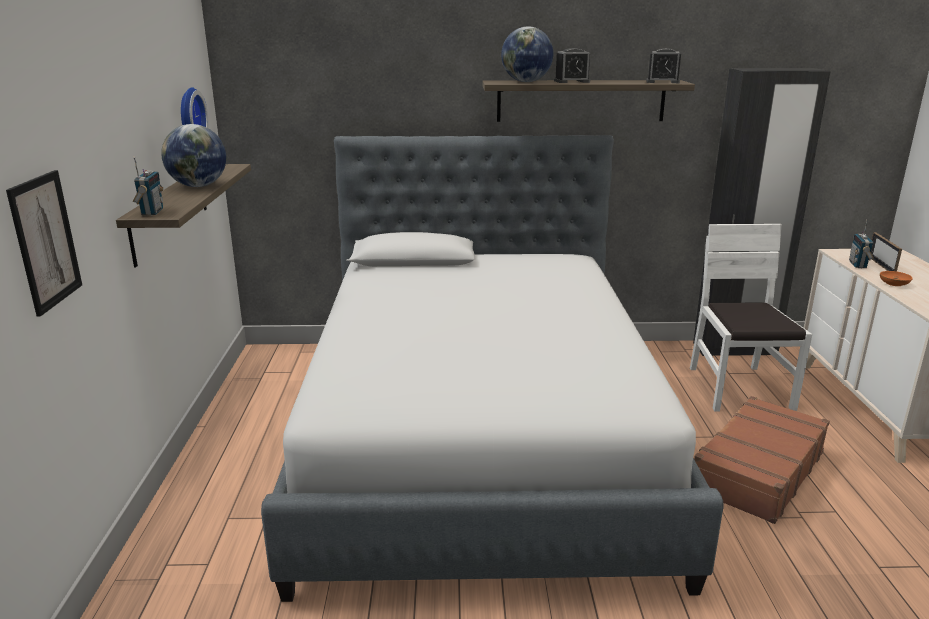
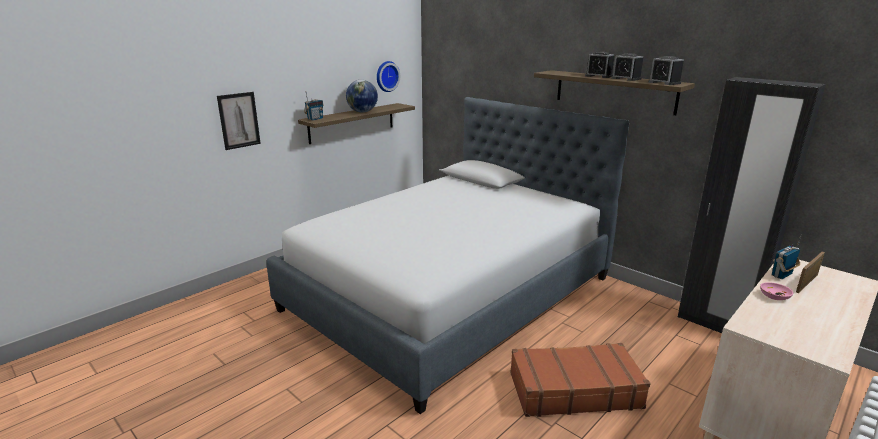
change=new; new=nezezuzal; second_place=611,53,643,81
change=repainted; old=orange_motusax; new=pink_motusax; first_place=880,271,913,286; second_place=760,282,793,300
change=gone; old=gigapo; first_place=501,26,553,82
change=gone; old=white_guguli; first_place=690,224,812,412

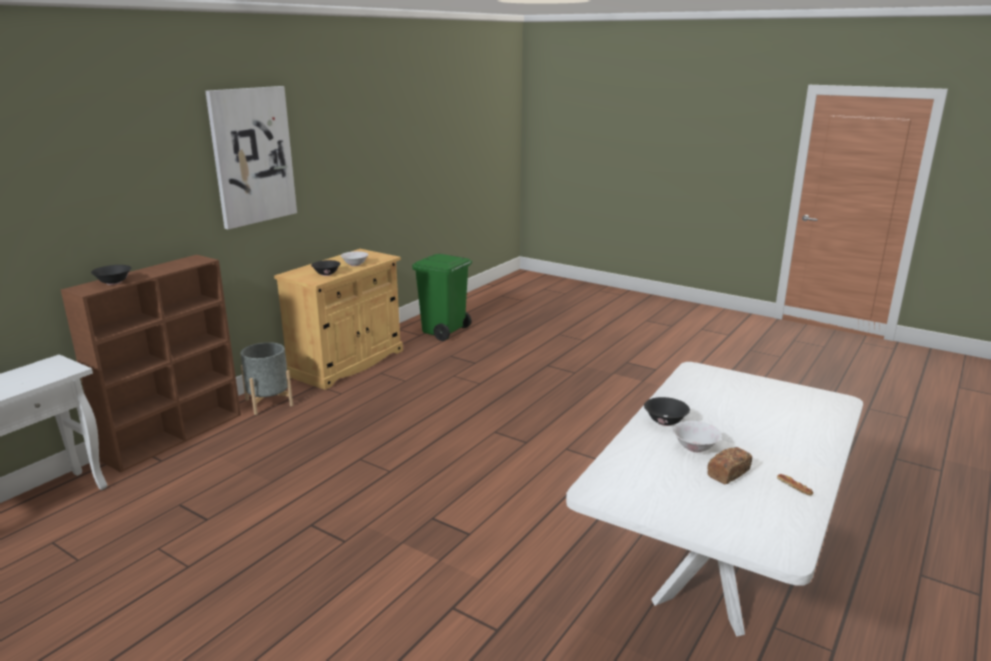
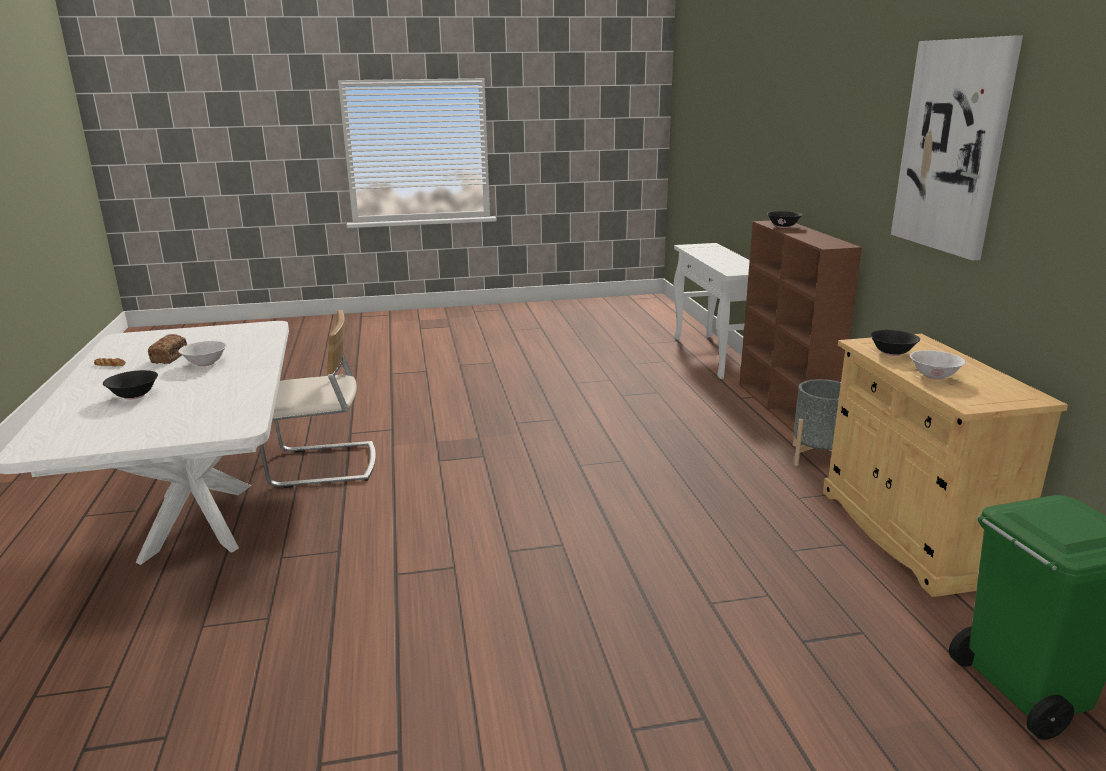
change=shifted; old=black_motusax; first_place=644,397,690,426; second_place=103,370,158,400
change=new; new=beige_guguli; second_place=259,310,376,488

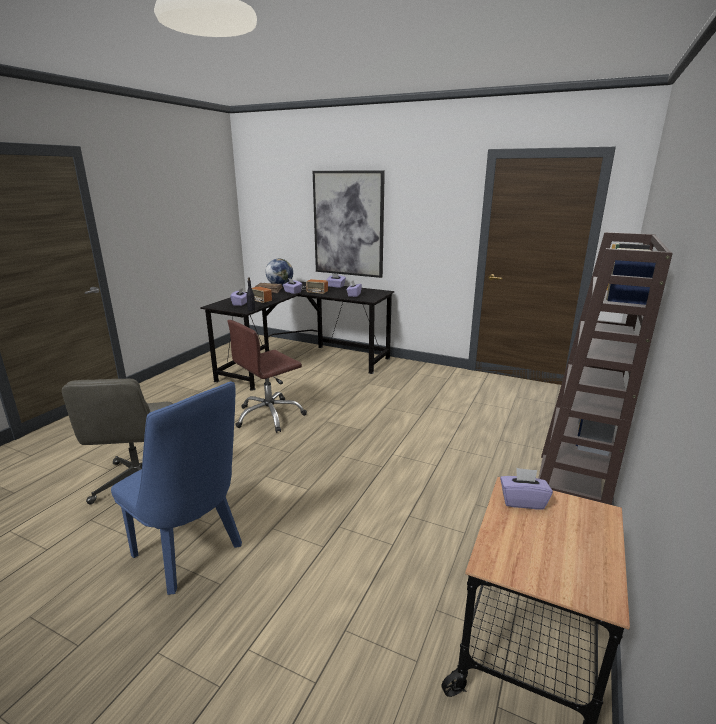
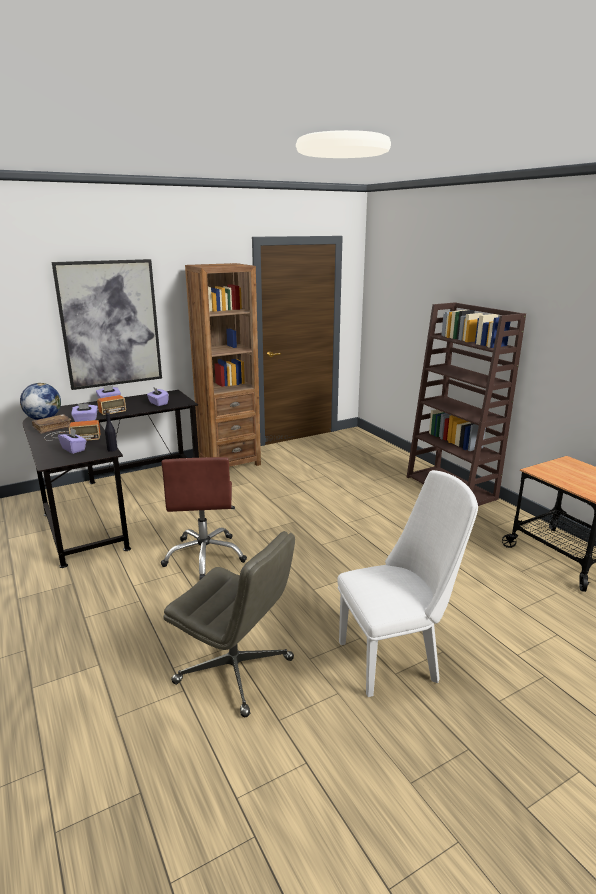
change=new; new=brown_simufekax; second_place=185,263,261,467
change=repainted; old=blue_guguli; new=white_guguli; first_place=111,382,242,595; second_place=337,470,478,697
change=gone; old=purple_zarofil; first_place=500,468,553,510

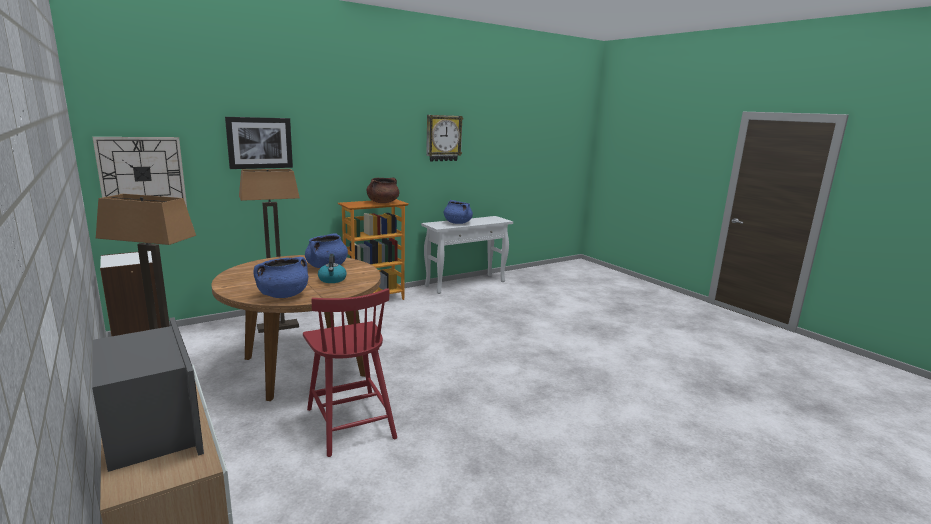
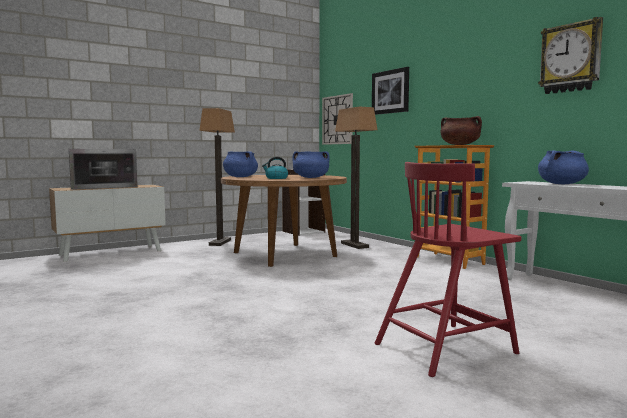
change=shifted; old=red_guguli; first_place=303,288,397,457; second_place=375,162,521,377

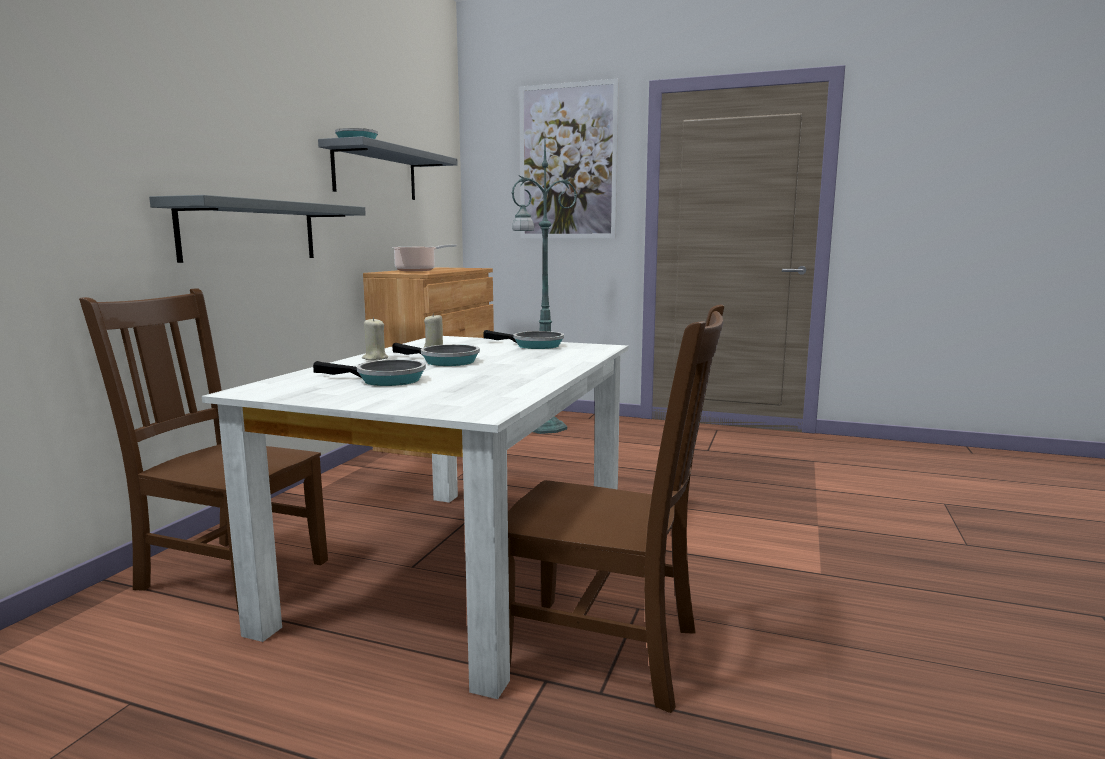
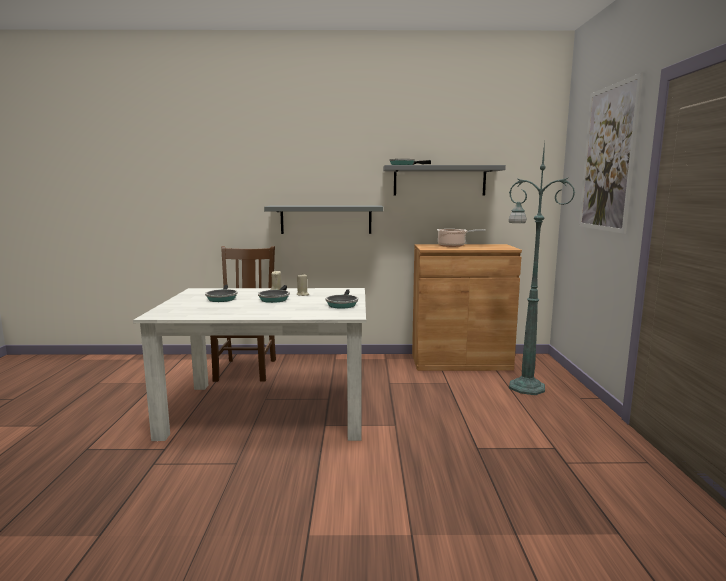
change=gone; old=brown_guguli; first_place=508,304,724,713

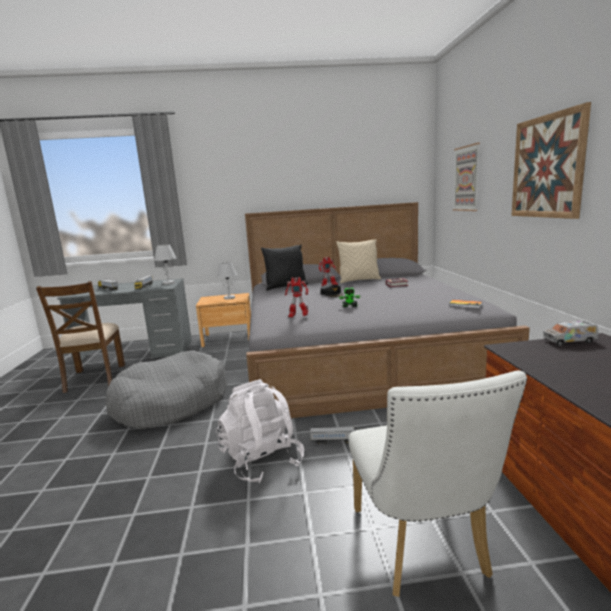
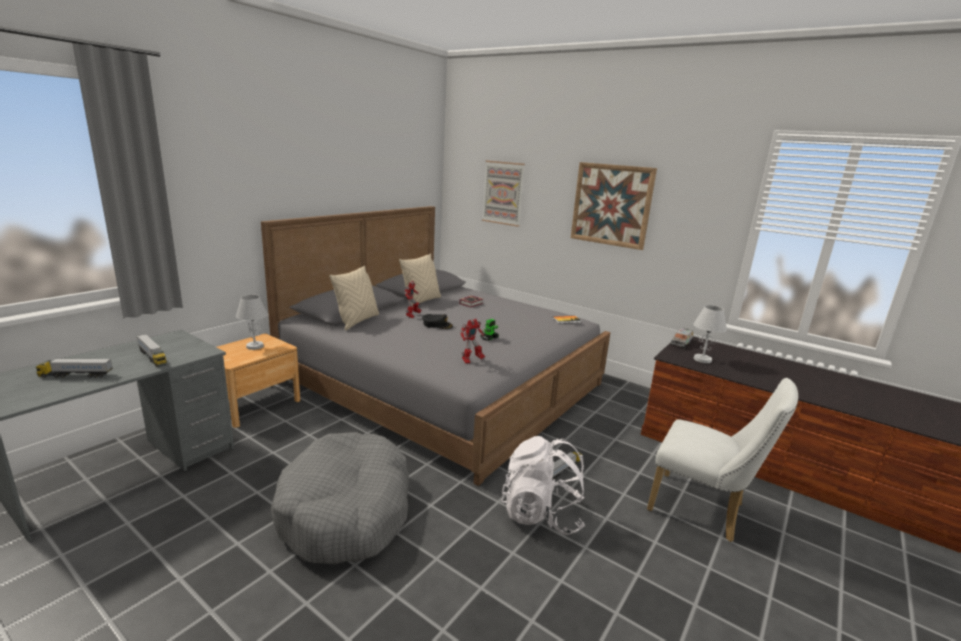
change=repainted; old=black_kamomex; new=beige_kamomex; first_place=261,245,308,290; second_place=329,266,379,330
change=shifted; old=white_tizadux; first_place=154,245,176,285; second_place=693,305,727,363
change=gone; old=brown_guguli; first_place=36,281,125,393

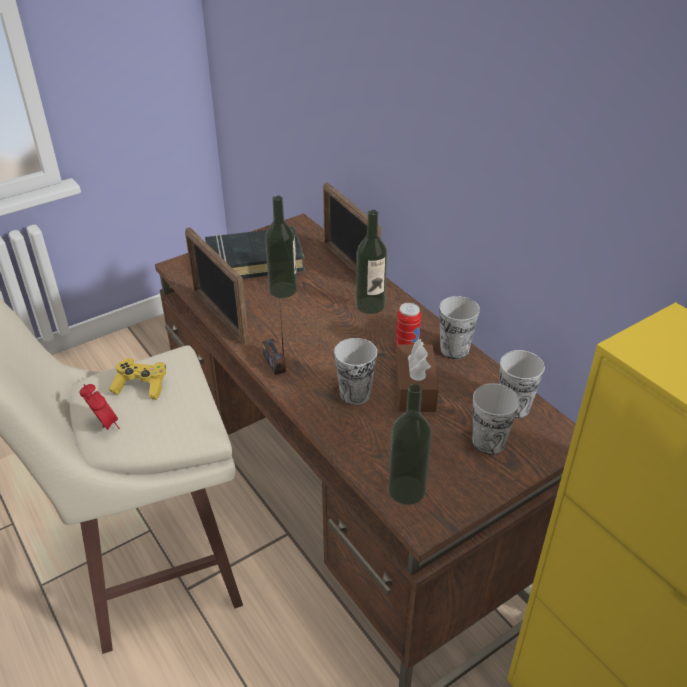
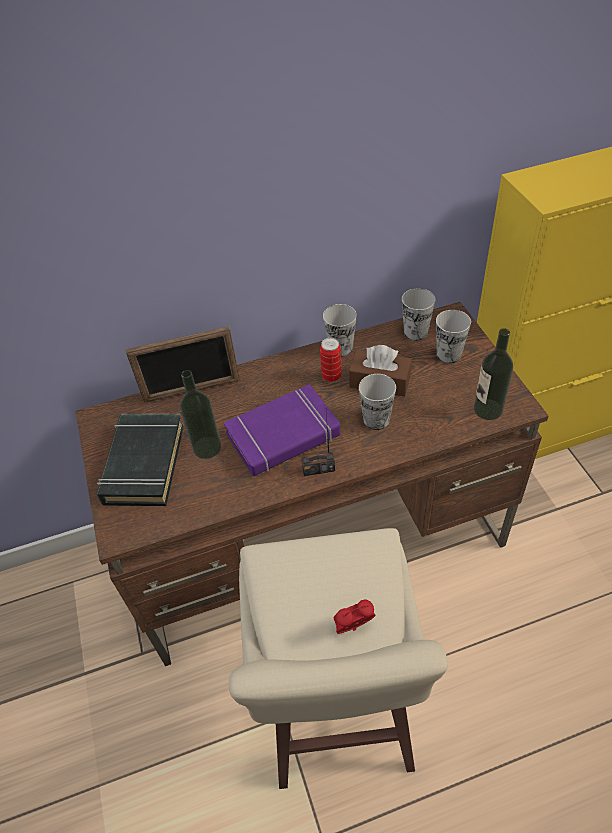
change=new; new=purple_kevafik; second_place=224,384,340,476
change=gone; old=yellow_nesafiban; first_place=109,358,166,400
change=gone; old=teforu; first_place=185,227,249,345
change=gone; old=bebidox; first_place=356,210,387,314

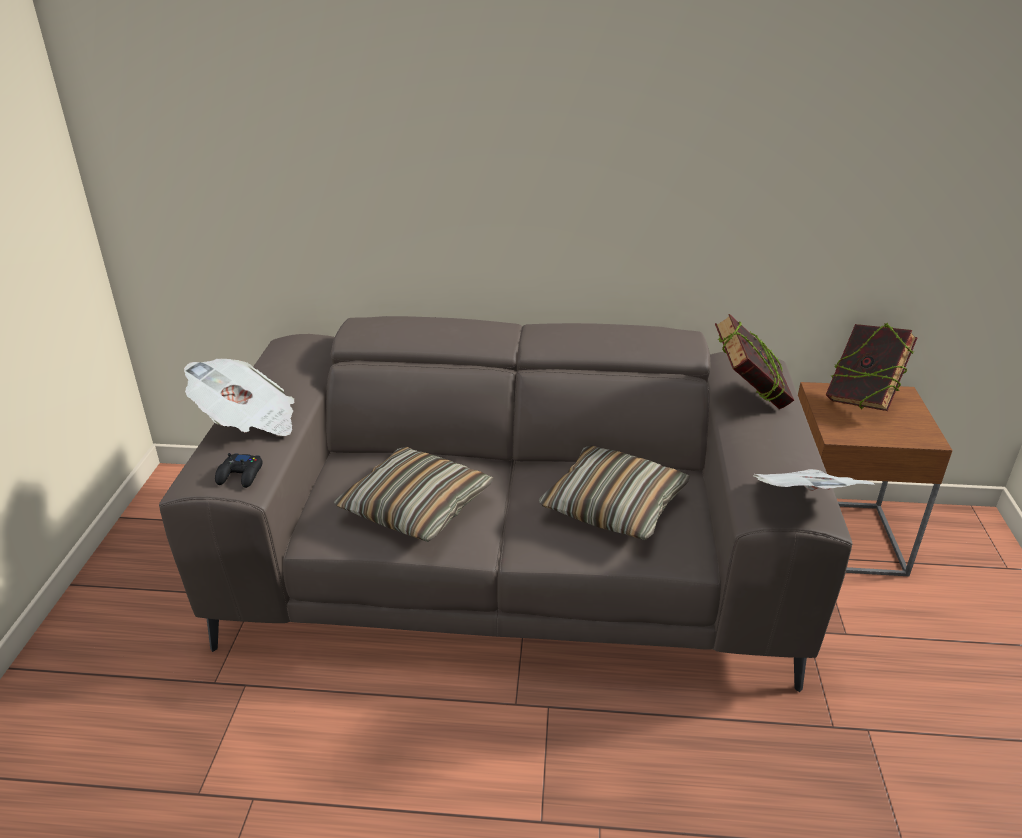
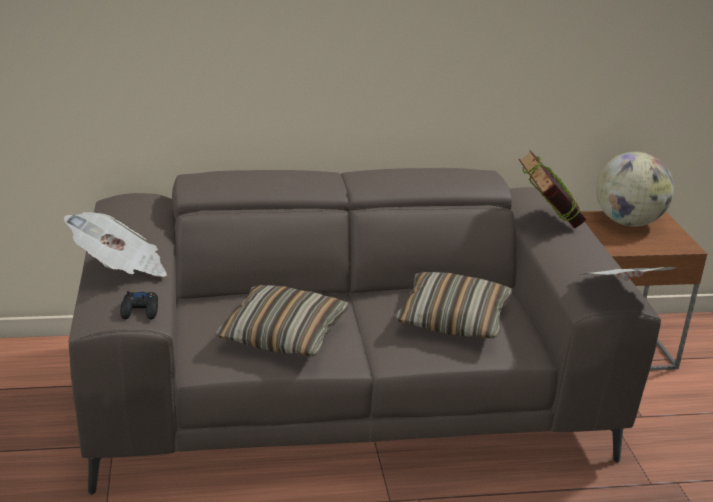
change=swapped; old=kevafik; new=gigapo; first_place=826,323,918,411; second_place=596,152,674,227

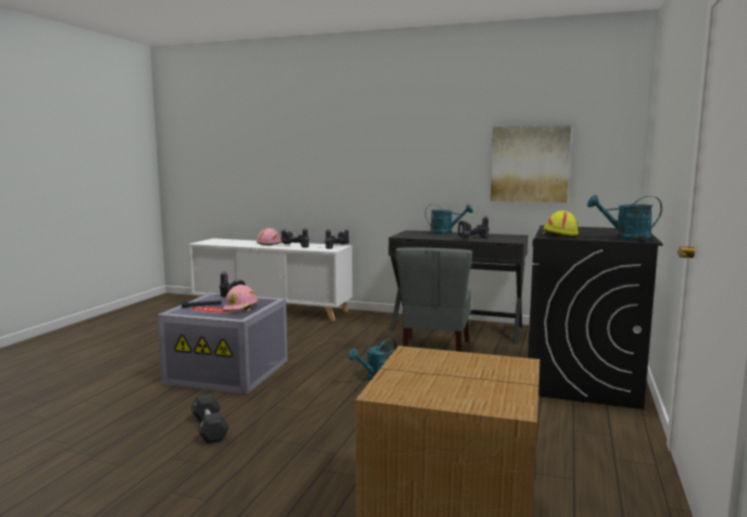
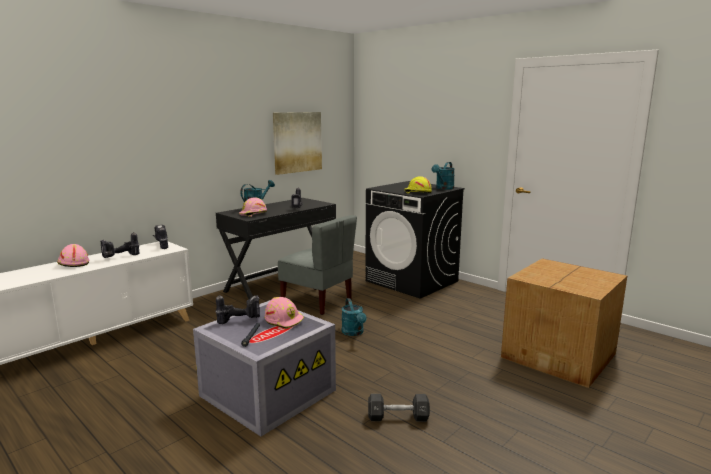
change=new; new=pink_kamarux; second_place=238,197,267,217

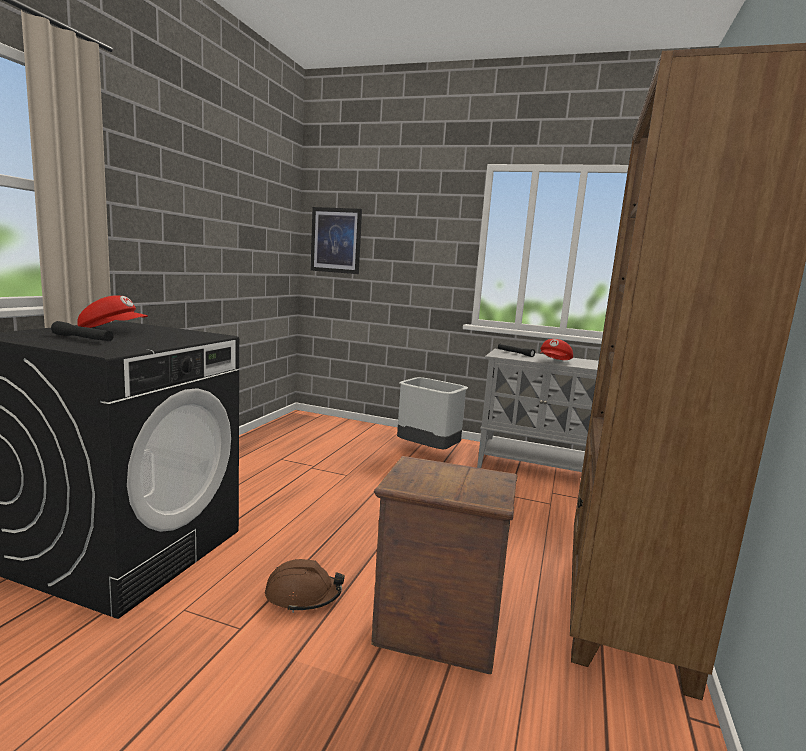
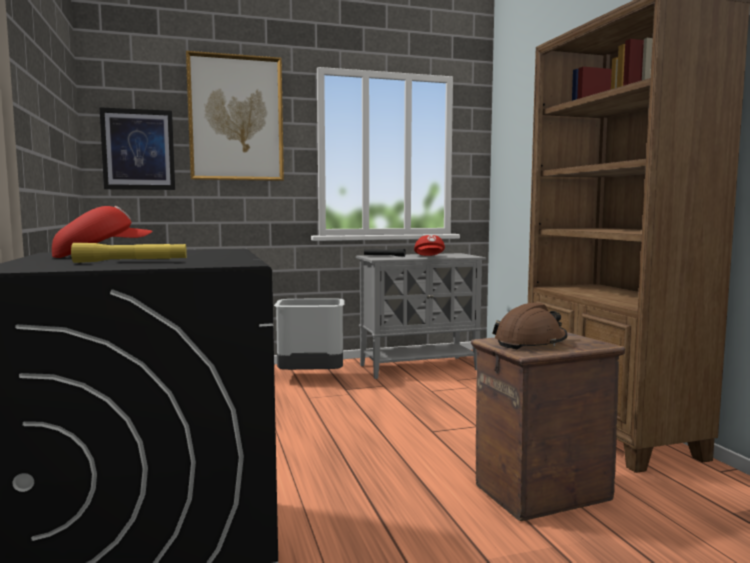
change=repainted; old=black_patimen; new=yellow_patimen; first_place=51,321,114,341; second_place=71,243,187,263
change=new; new=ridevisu; second_place=186,51,284,181
change=shifted; old=brown_kamarux; first_place=265,559,345,613; second_place=492,302,567,349

